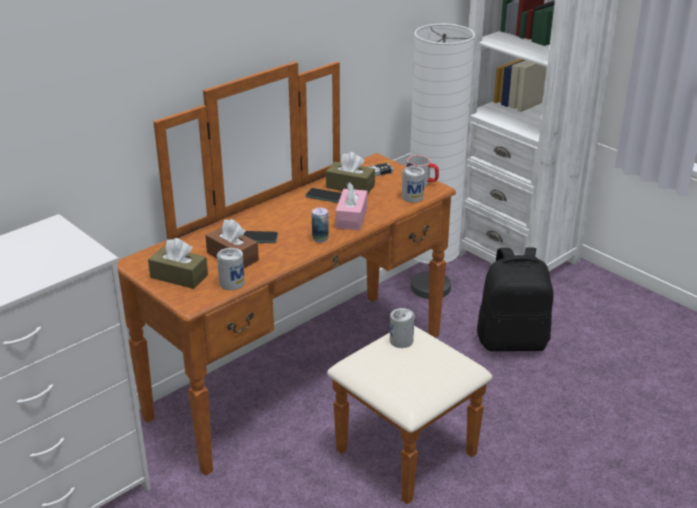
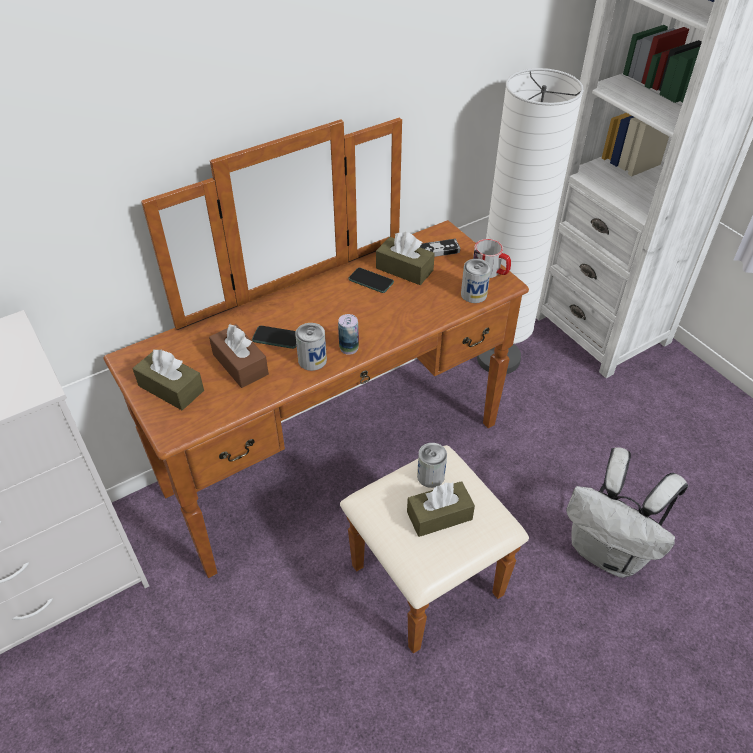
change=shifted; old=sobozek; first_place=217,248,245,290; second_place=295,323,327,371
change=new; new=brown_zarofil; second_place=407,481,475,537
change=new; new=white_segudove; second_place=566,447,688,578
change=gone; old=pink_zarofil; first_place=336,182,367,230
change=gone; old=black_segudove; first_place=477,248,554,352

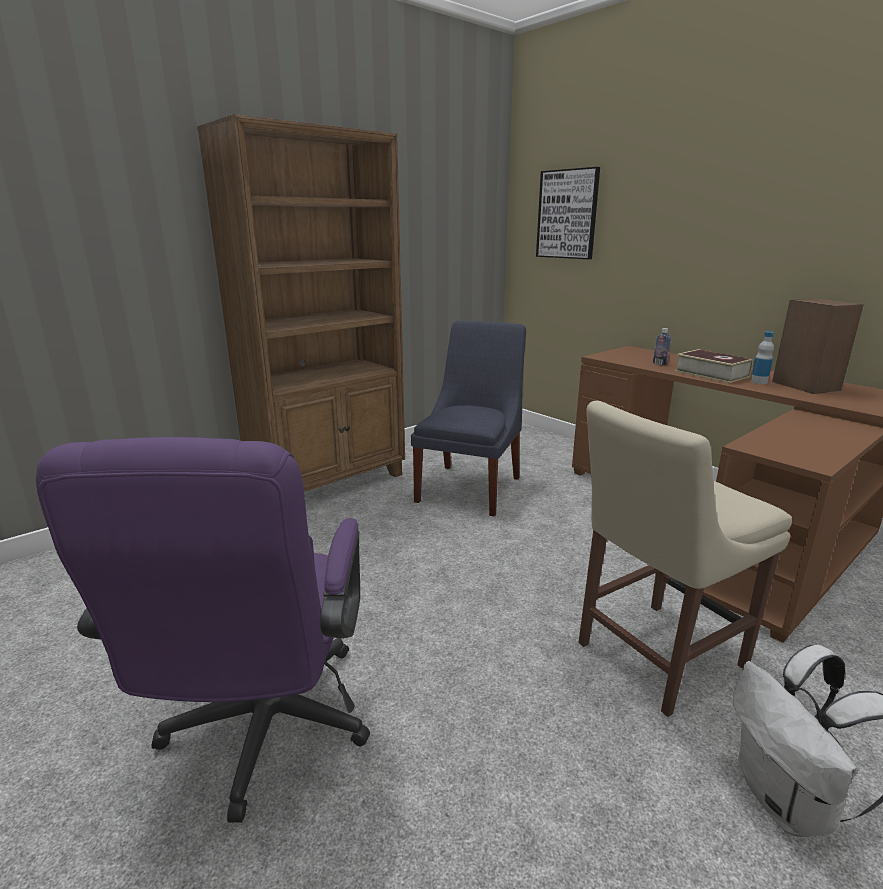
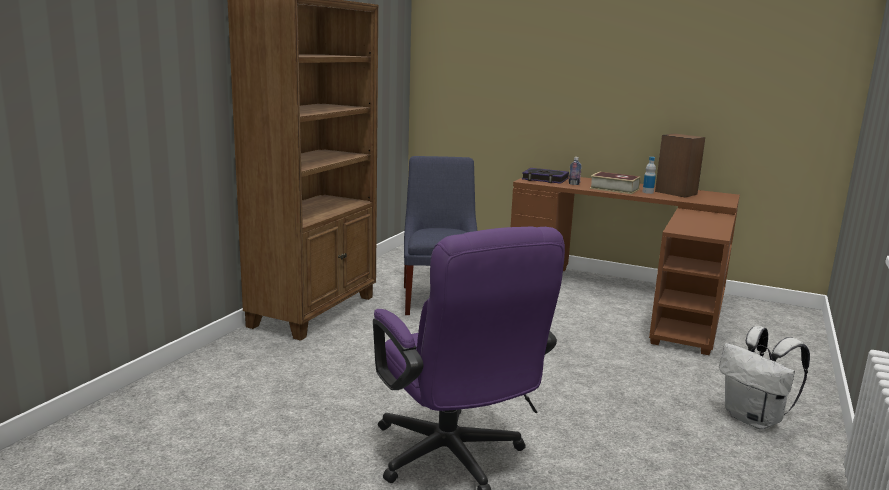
change=new; new=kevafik; second_place=522,168,569,184
change=gone; old=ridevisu; first_place=536,167,600,259
change=gone; old=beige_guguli; first_place=578,401,792,717

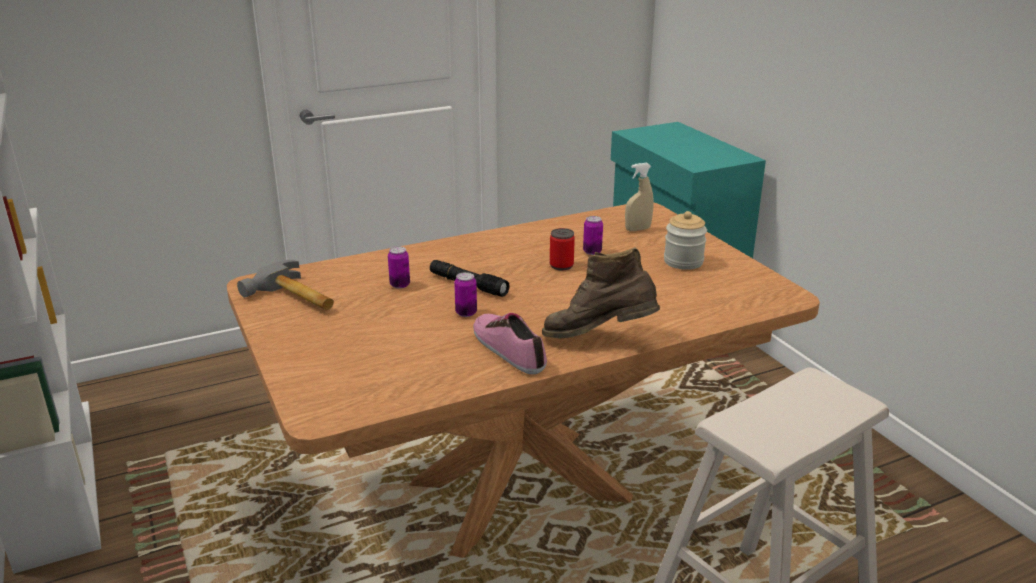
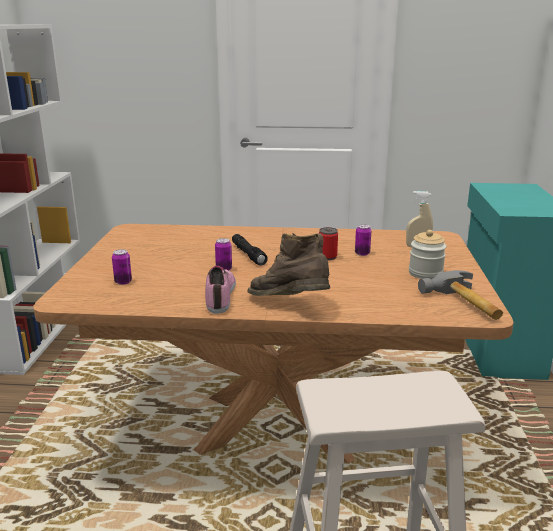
change=shifted; old=sobozek; first_place=388,246,410,289; second_place=112,249,132,285
change=shifted; old=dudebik; first_place=237,260,334,310; second_place=418,270,503,320

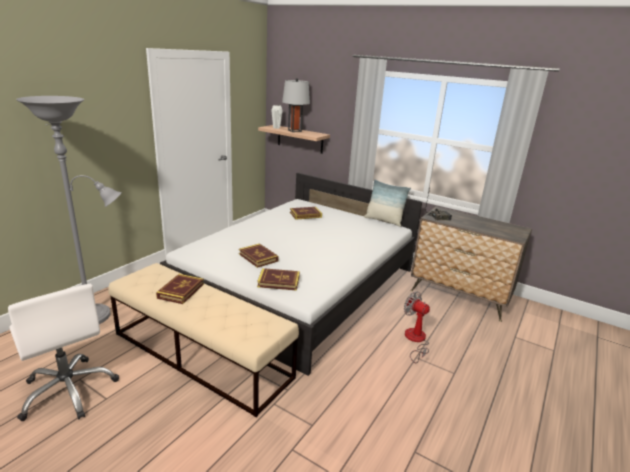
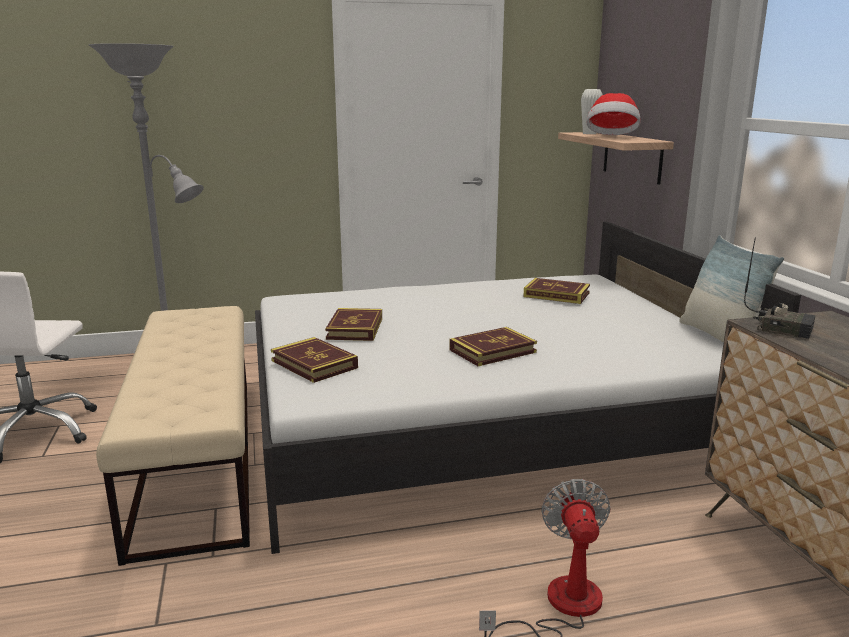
change=shifted; old=kevafik; first_place=156,274,204,304; second_place=449,327,537,366
change=swapped; old=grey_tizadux; new=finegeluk; first_place=282,78,310,132; second_place=586,93,641,135

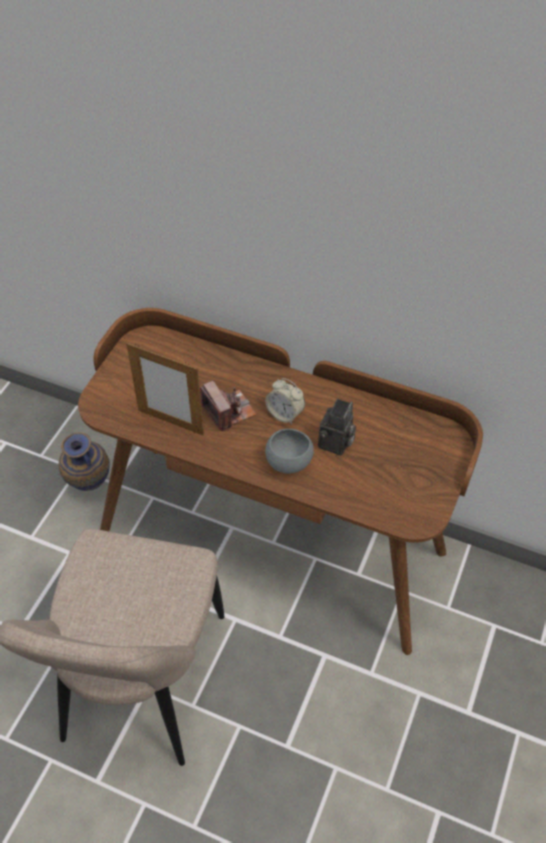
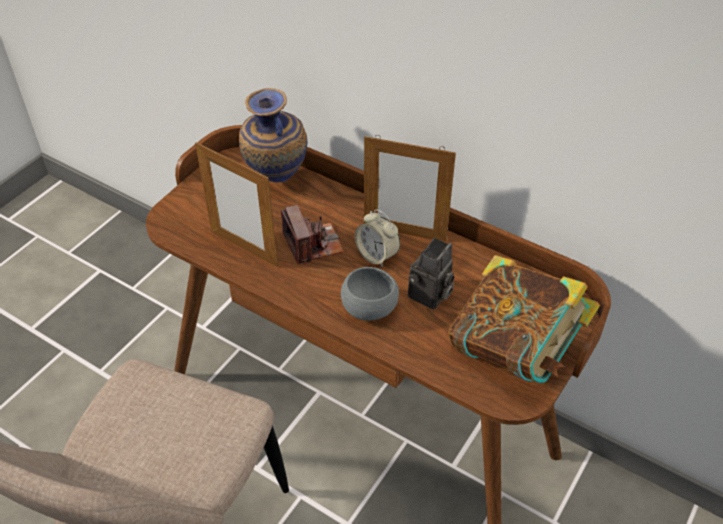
change=shifted; old=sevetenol; first_place=59,432,110,491; second_place=239,88,307,182
change=new; new=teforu; second_place=364,136,456,242
change=new; new=kevafik; second_place=448,255,600,383

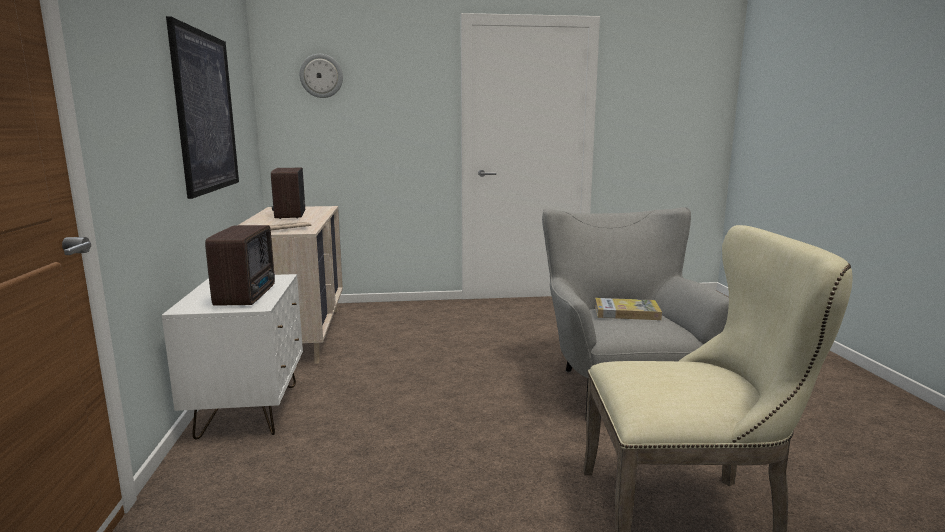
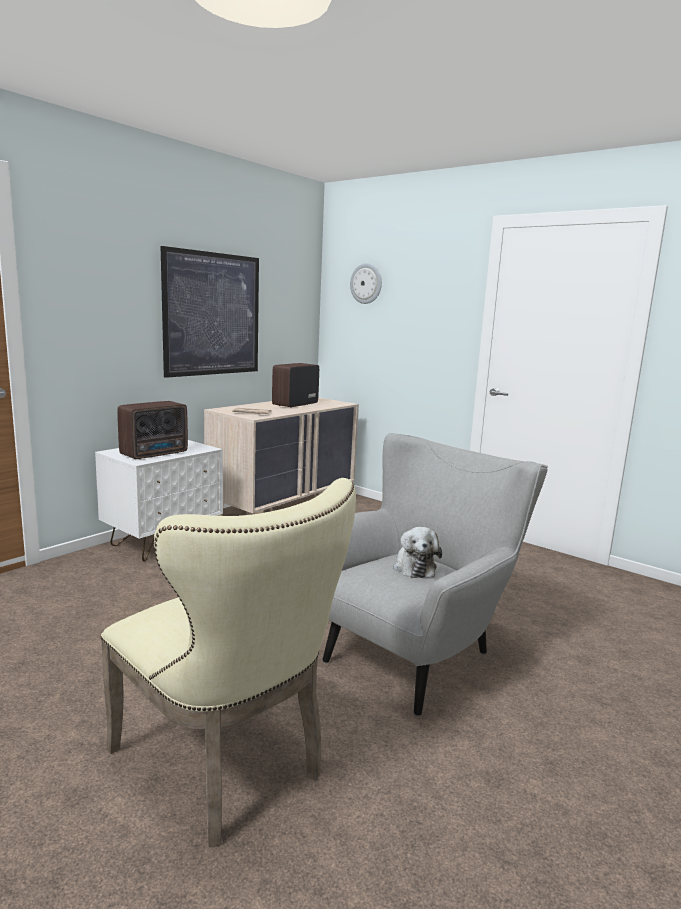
change=swapped; old=kevafik; new=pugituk; first_place=595,298,662,320; second_place=393,527,442,578

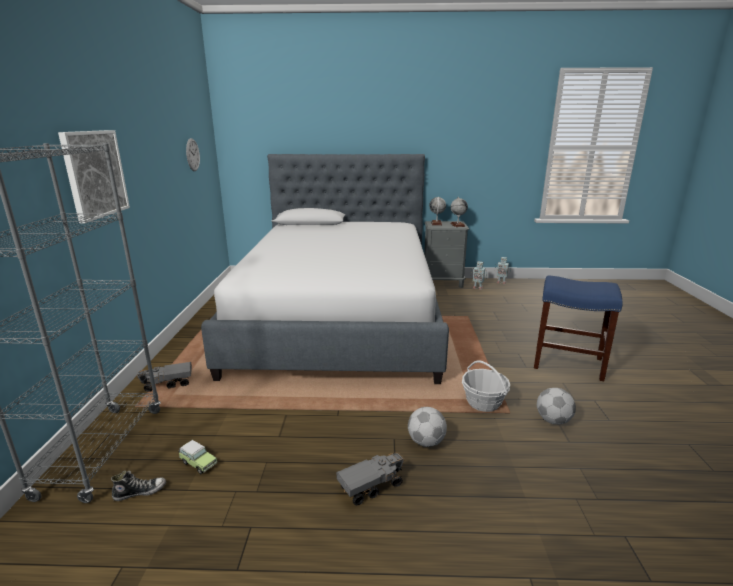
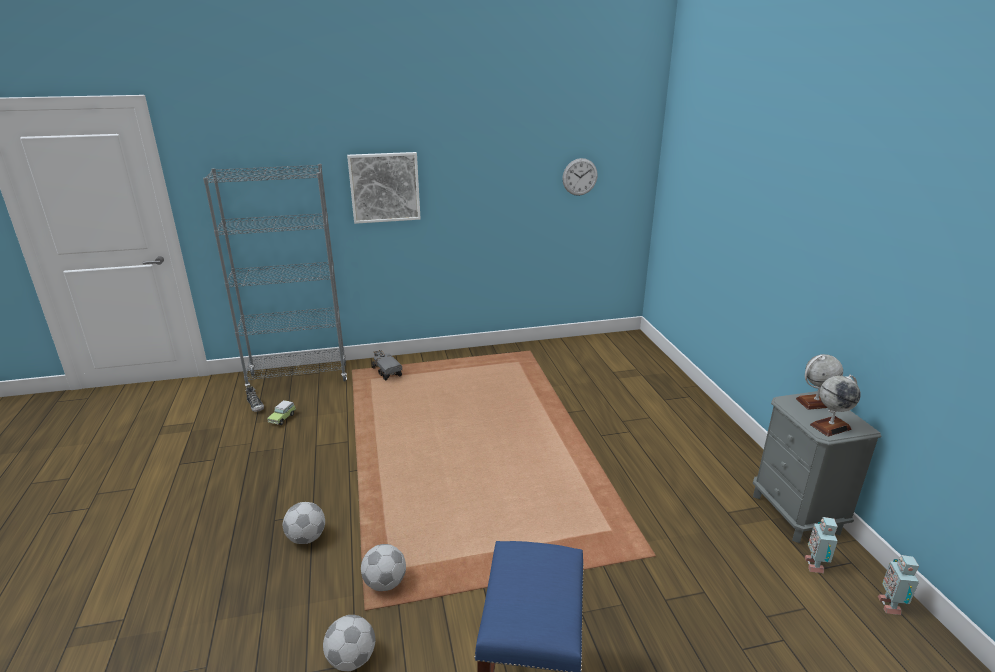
change=swapped; old=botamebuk; new=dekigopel; first_place=462,360,510,412; second_place=361,544,406,591
change=gone; old=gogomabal; first_place=201,154,449,384
change=gone; old=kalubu; first_place=336,451,405,506

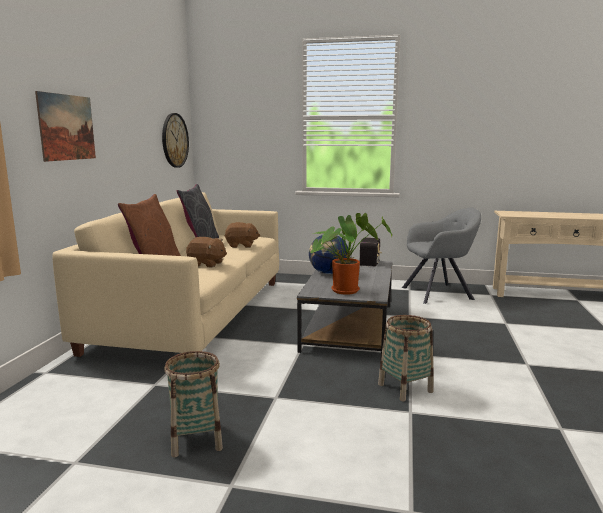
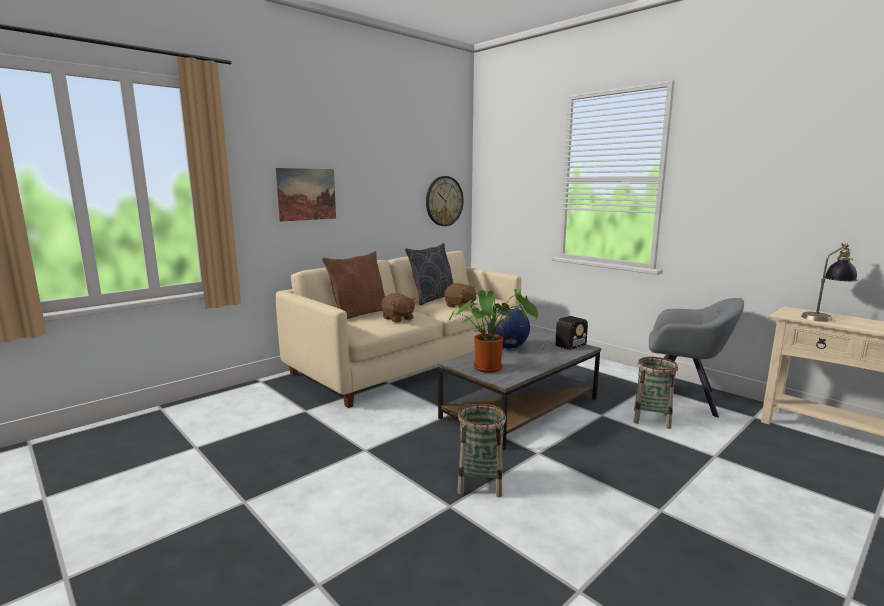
change=shifted; old=botamebuk; first_place=164,351,223,457; second_place=634,357,678,429
change=new; new=tizadux; second_place=801,243,857,322

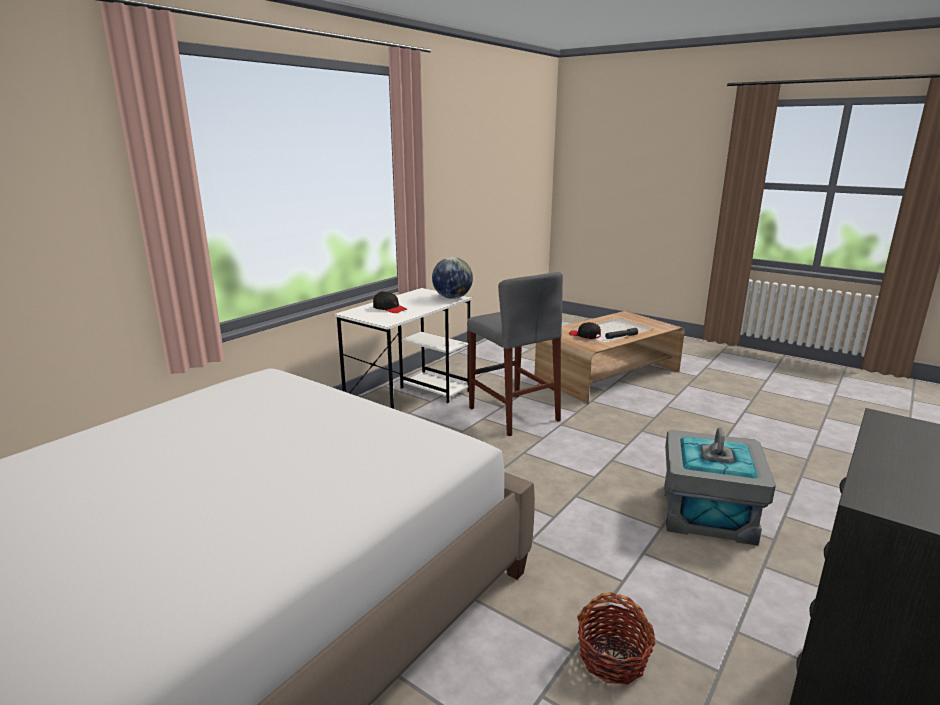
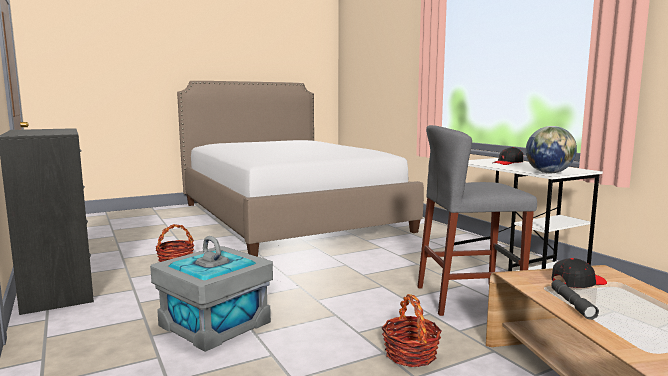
change=new; new=botamebuk; second_place=382,294,442,367

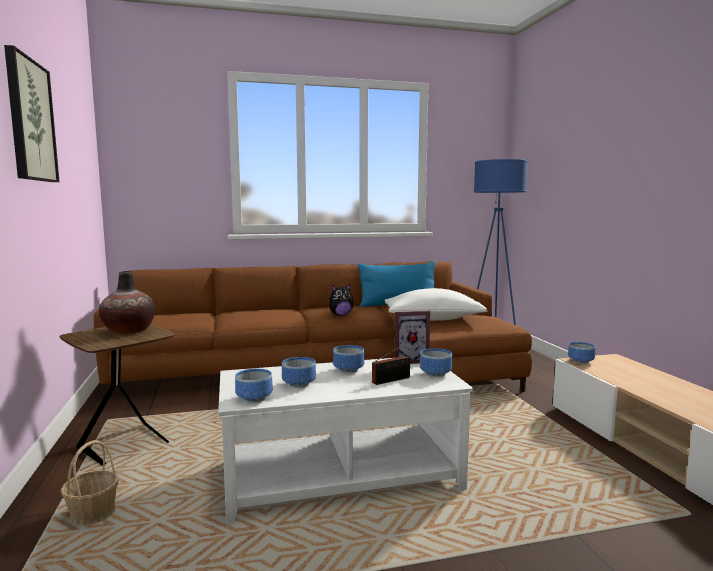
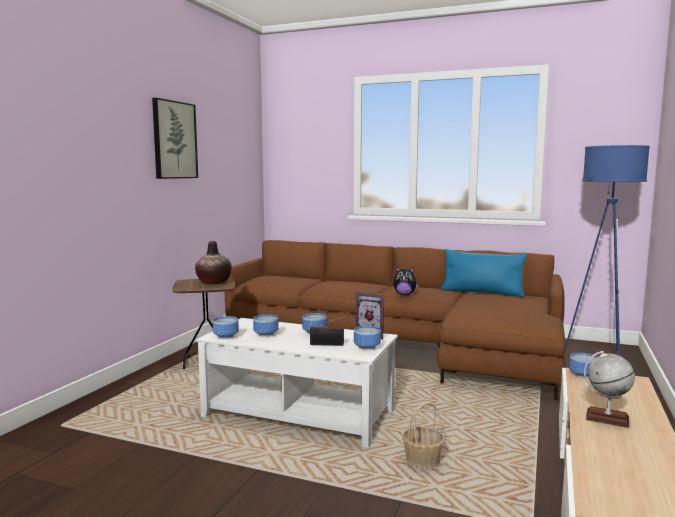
change=shifted; old=botamebuk; first_place=61,440,119,525; second_place=402,402,445,470
change=new; new=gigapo; second_place=584,351,635,428
change=gone; old=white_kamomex; first_place=385,288,487,321

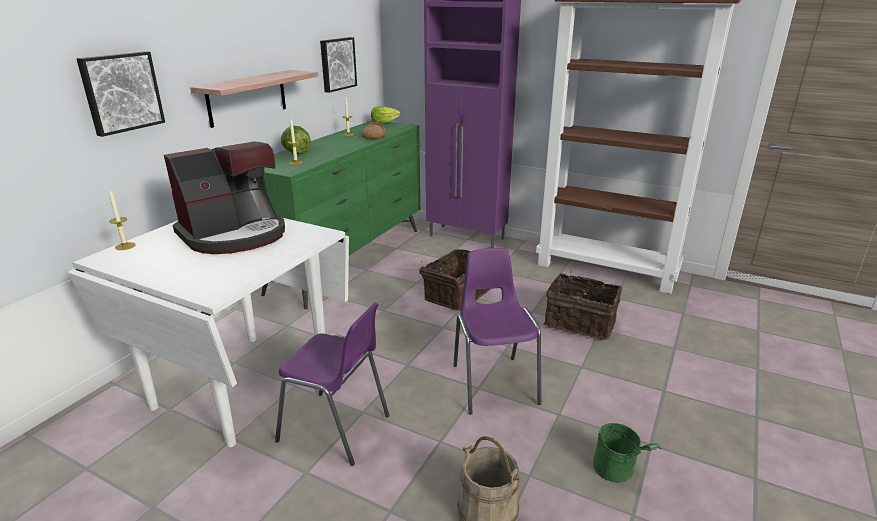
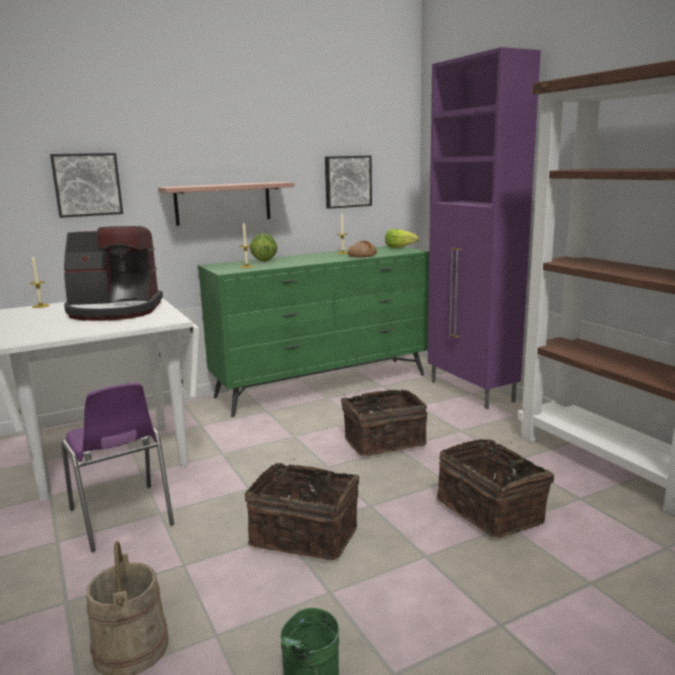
change=swapped; old=purple_guguli; new=botamebuk; first_place=453,248,541,415; second_place=245,459,359,560

